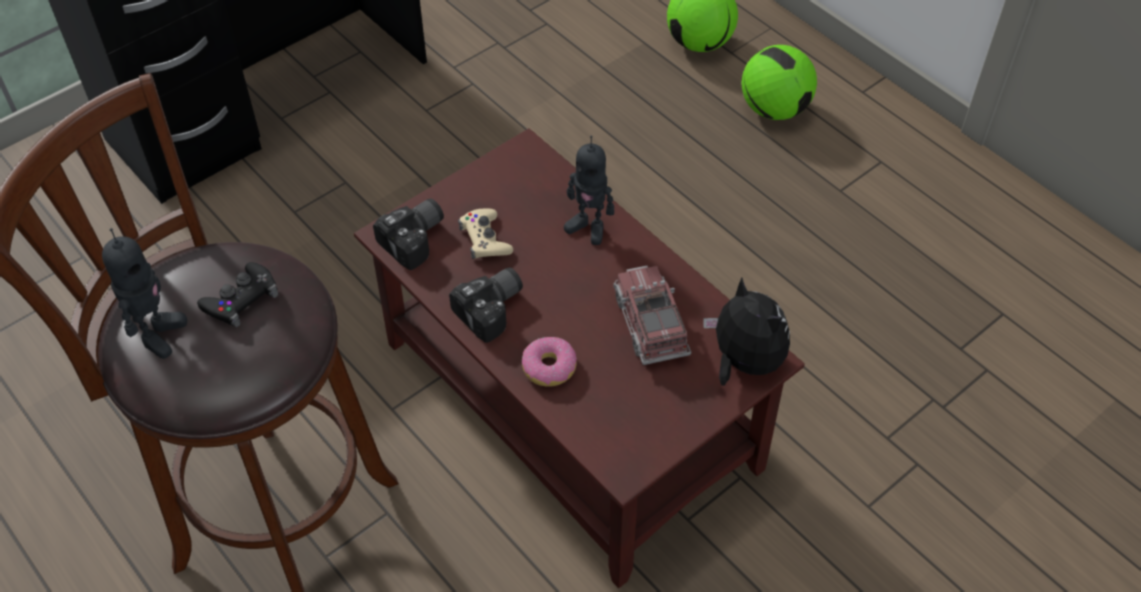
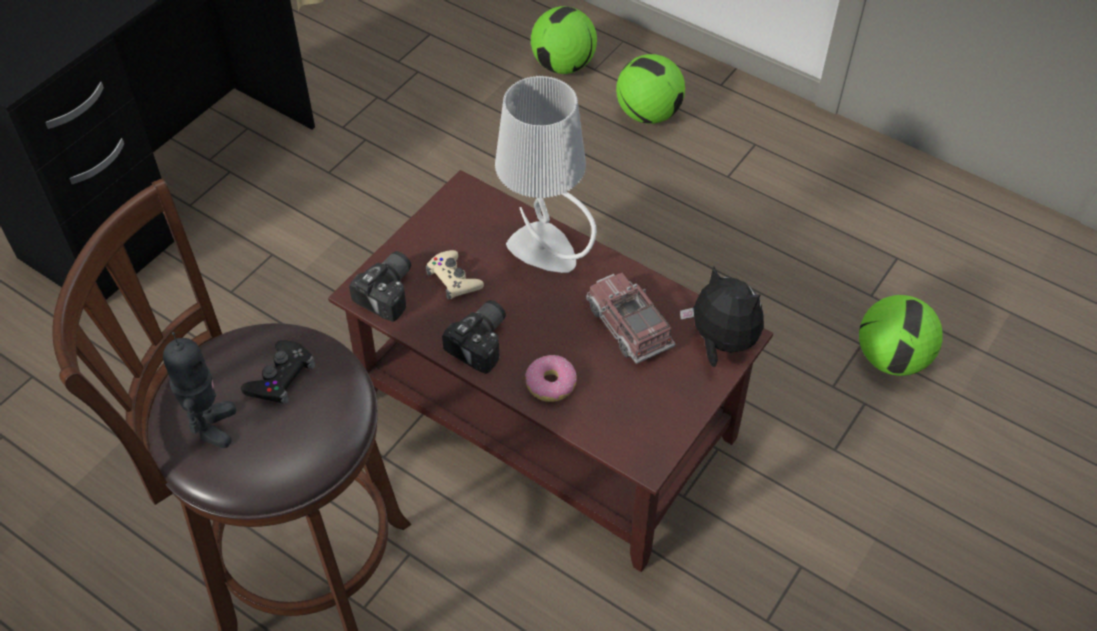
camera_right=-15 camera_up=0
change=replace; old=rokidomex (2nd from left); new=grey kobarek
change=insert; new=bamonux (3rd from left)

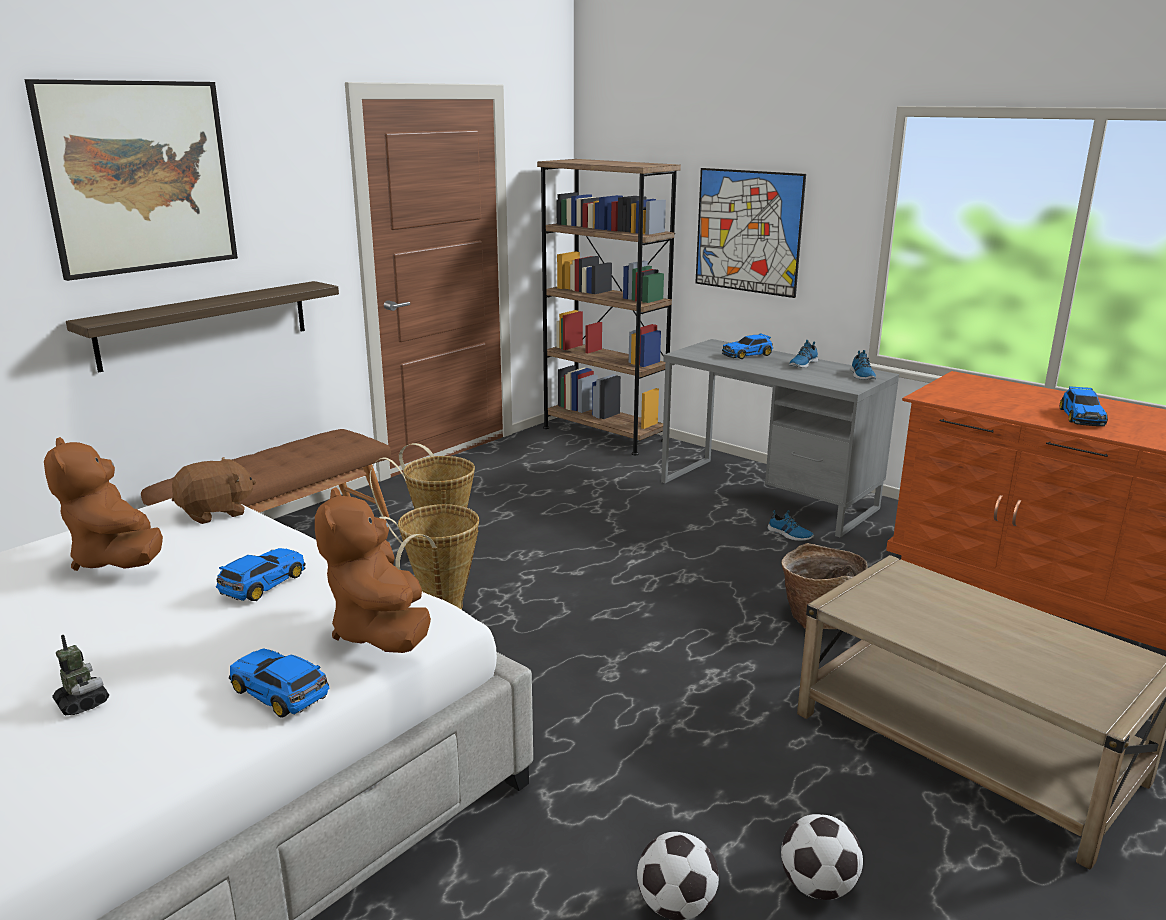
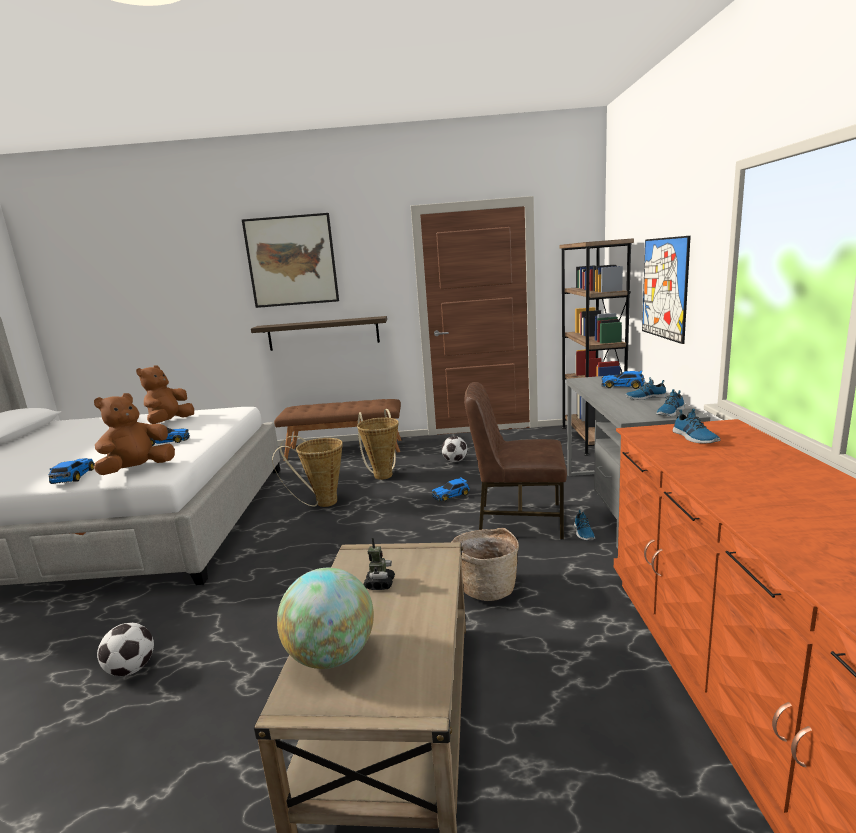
camera_right=50 camera_up=-5
change=move; old=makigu (4th from left in the first image); new=makigu (3rd from left)
change=delete; old=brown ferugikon (2nd from left)
change=move; old=rokidomex
change=move; old=bamonux (2nd from left)
change=insert; new=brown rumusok
change=insert; new=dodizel (4th from left)
change=insert; new=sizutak

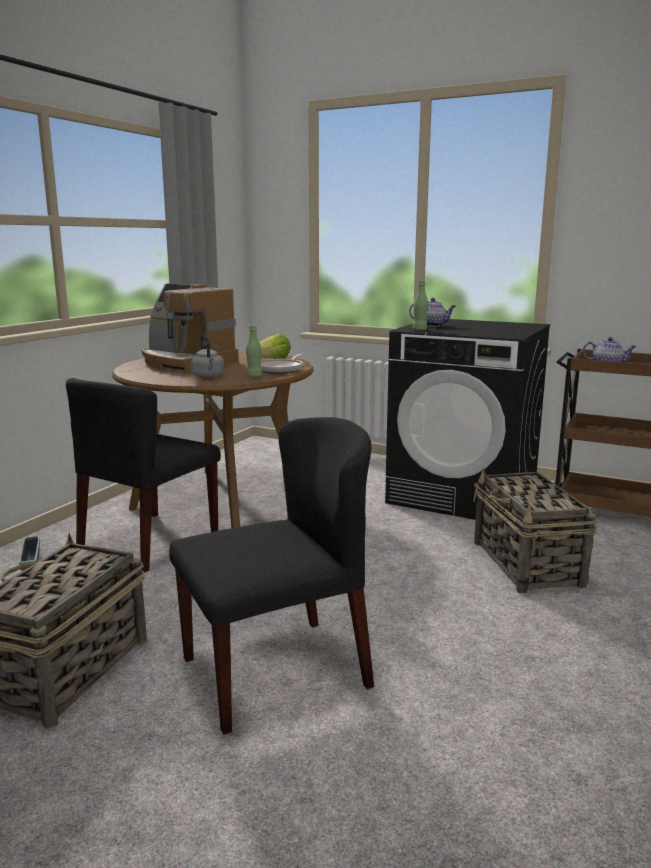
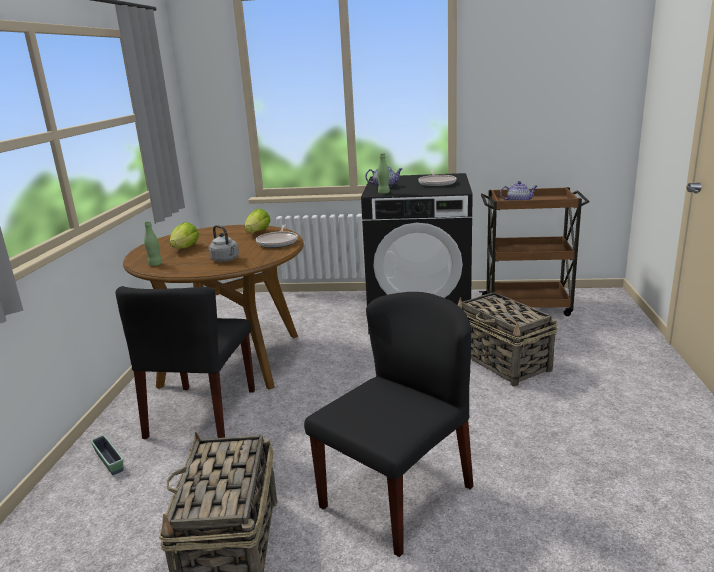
camera_right=-20 camera_up=5
change=replace; old=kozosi; new=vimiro (1st from left)
change=move; old=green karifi (1st from left)
change=insert; new=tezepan (2nd from left)

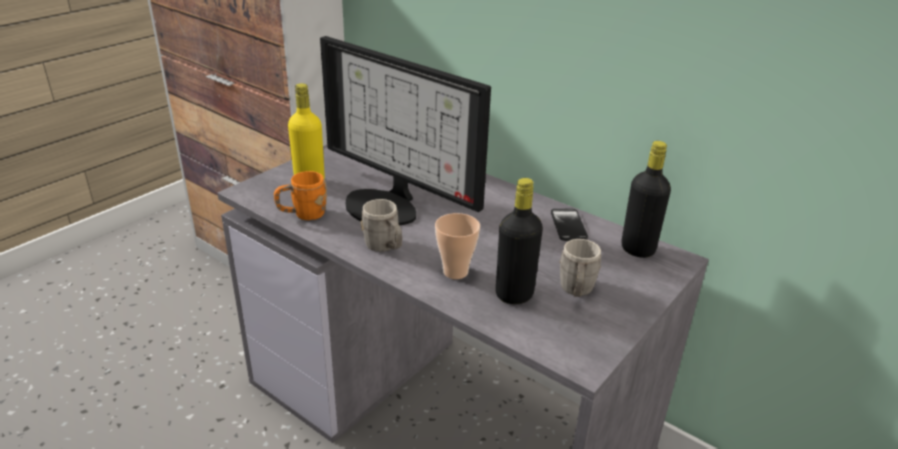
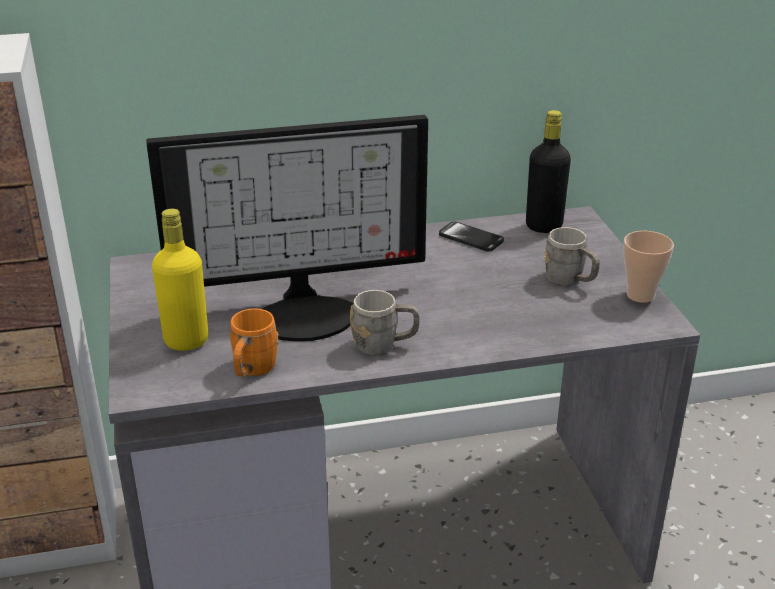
camera_right=-50 camera_up=0
change=delete; old=black karifi (1st from left)
change=move; old=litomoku

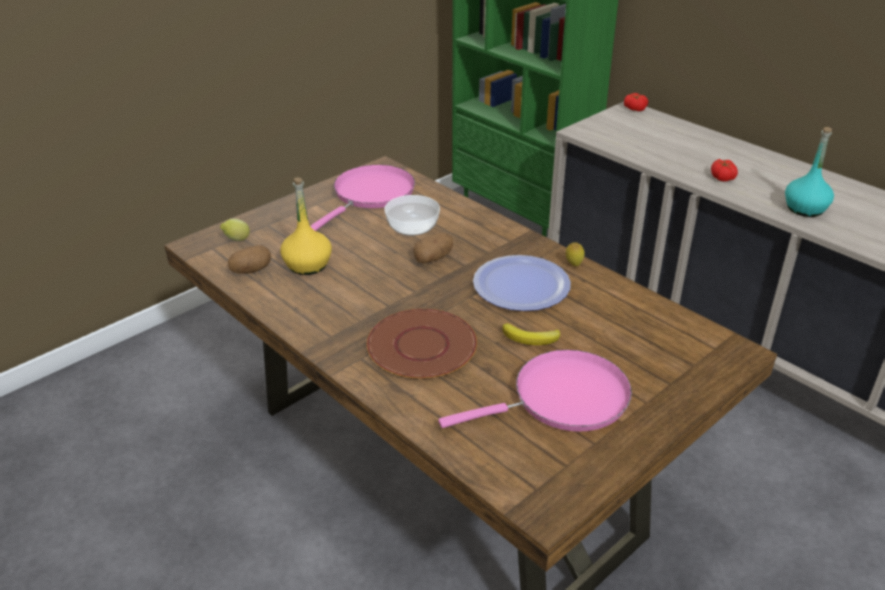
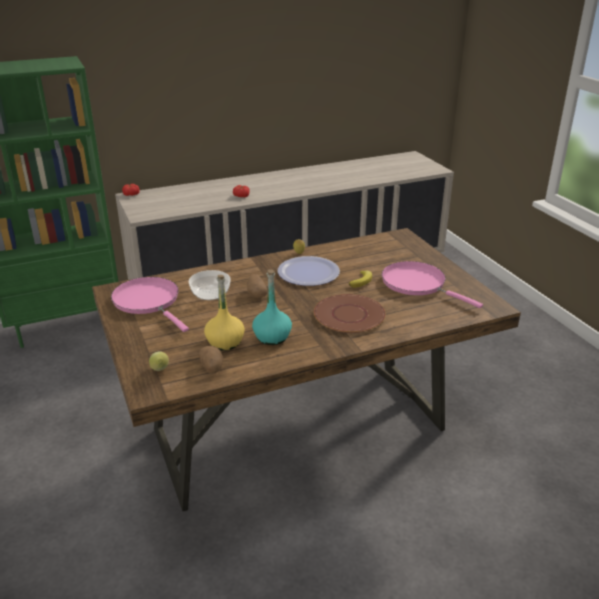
camera_right=-70 camera_up=-5
change=move; old=turquoise karifi
change=rotate; old=pink tezepan (2nd from left); degrees=-45

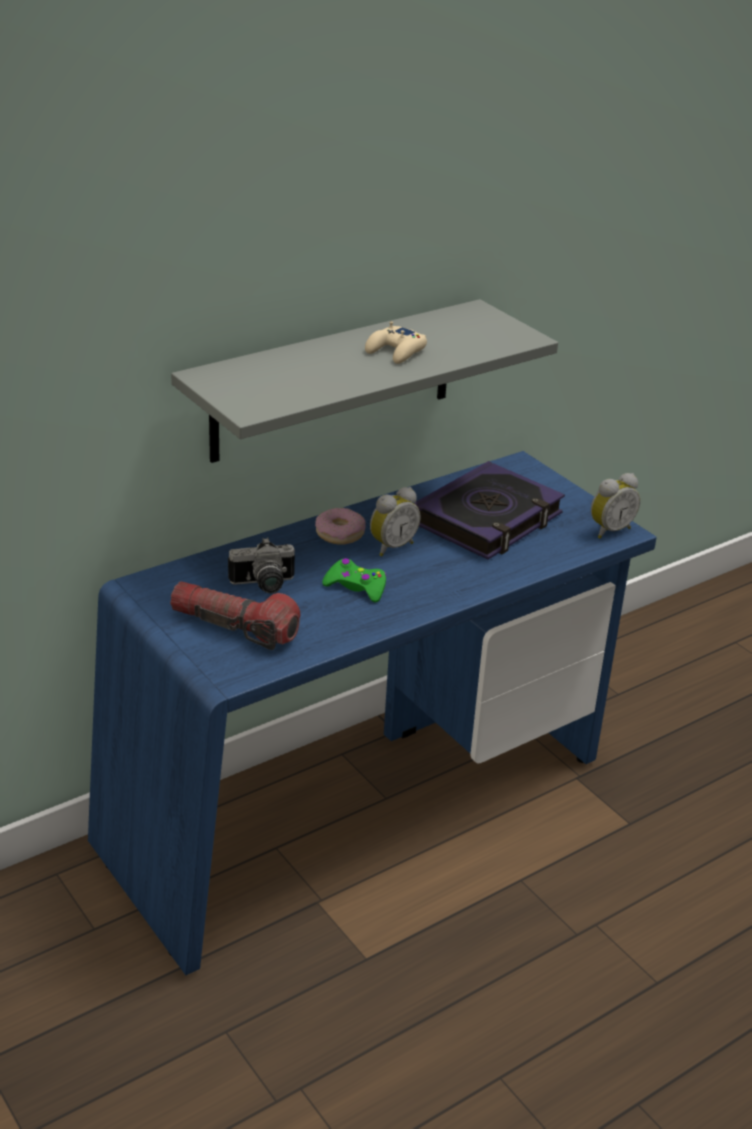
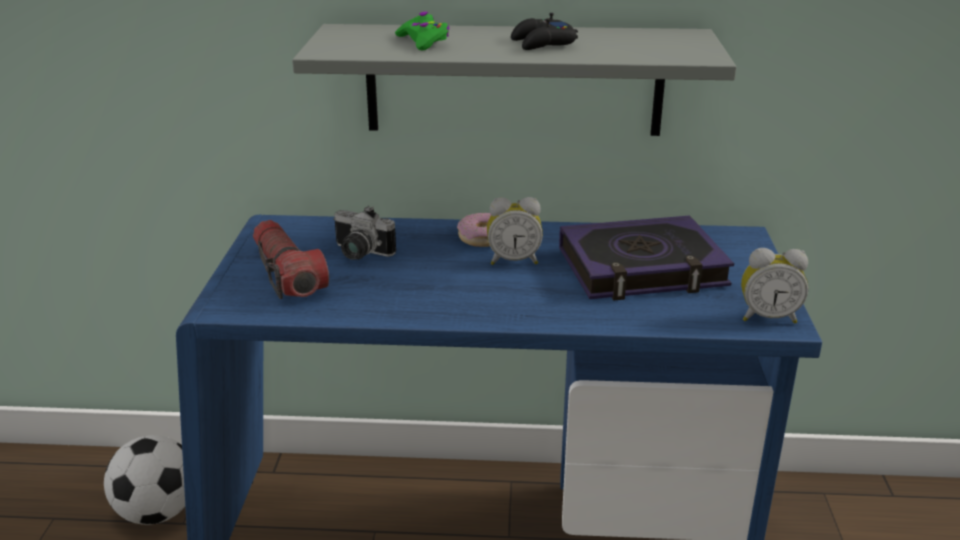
camera_right=40 camera_up=-5
change=recolor; old=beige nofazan; new=black nofazan
change=move; old=green nofazan
change=insert; new=bamonux

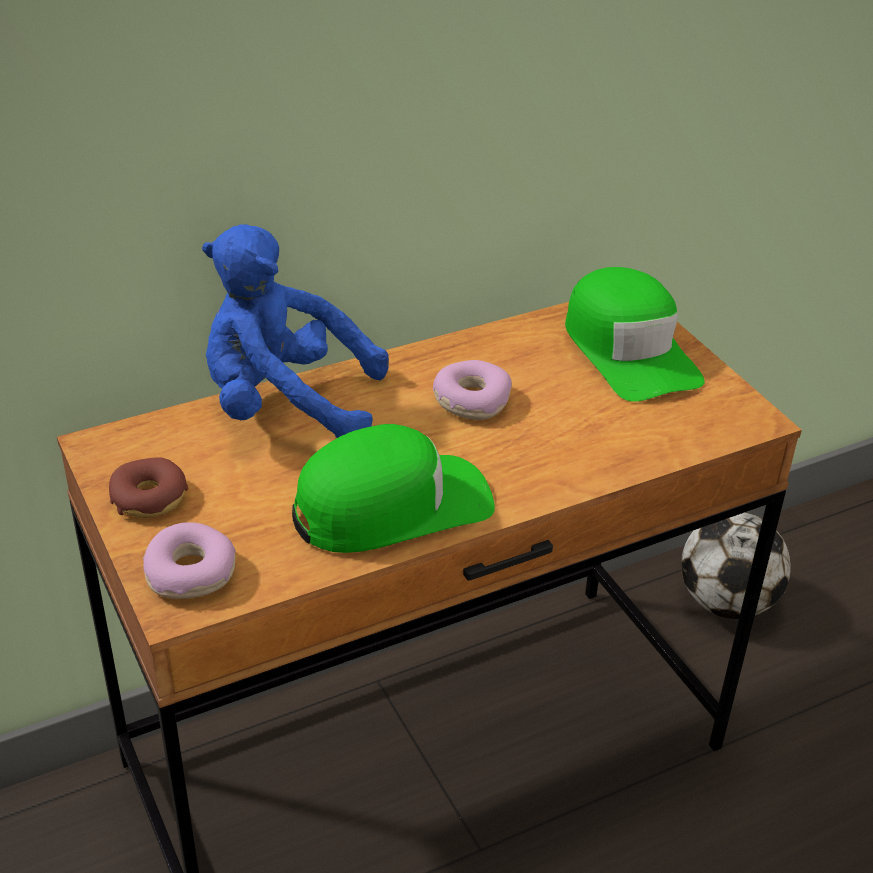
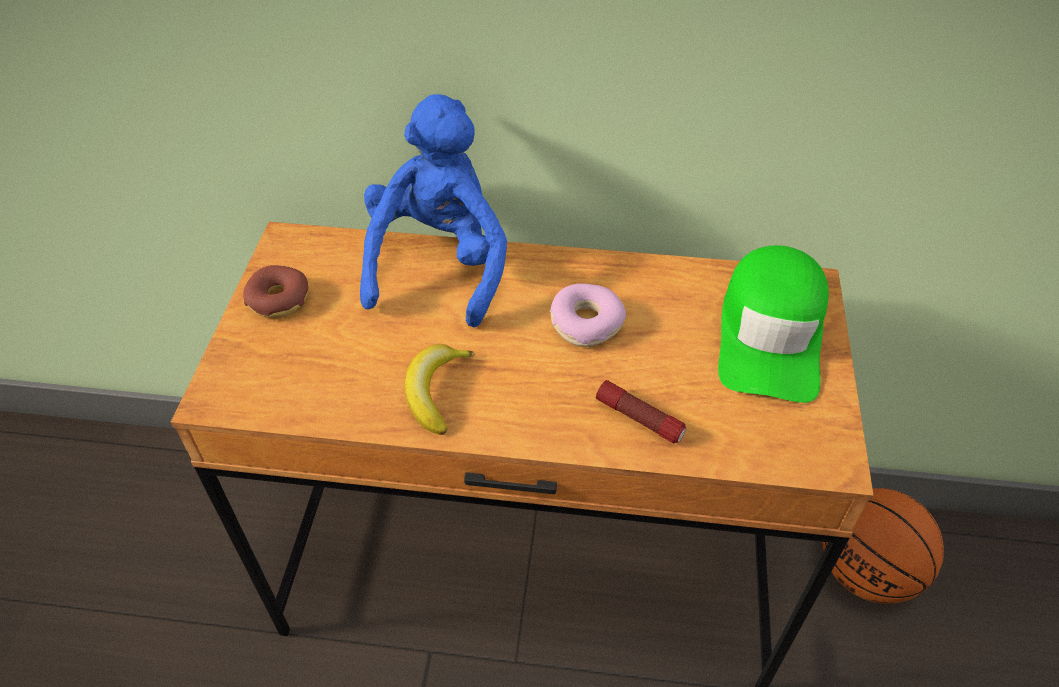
camera_right=35 camera_up=10
change=rotate; old=blue ferugikon; degrees=60
change=replace; old=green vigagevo (1st from left); new=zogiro
change=replace; old=bamonux; new=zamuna
change=delete; old=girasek (2nd from left)
change=insert; new=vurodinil

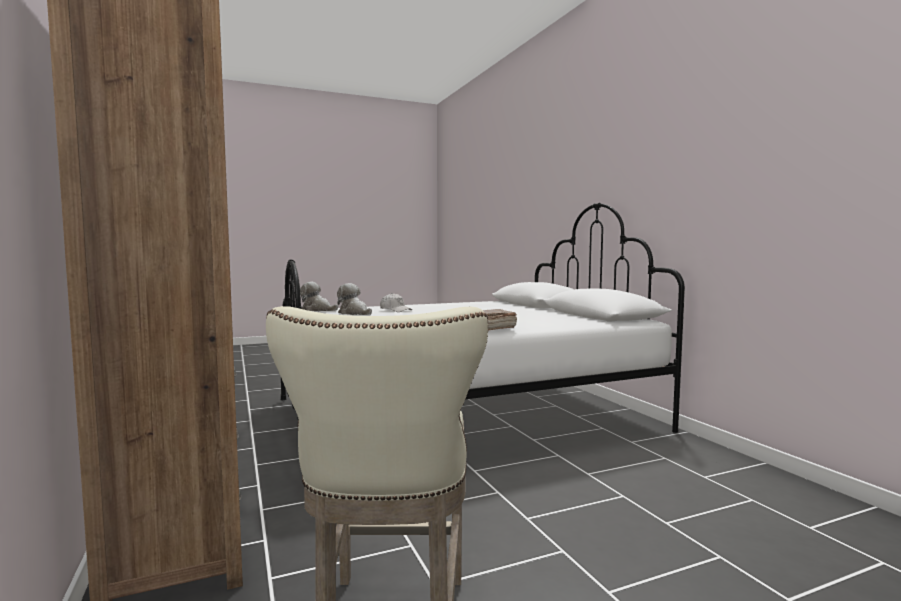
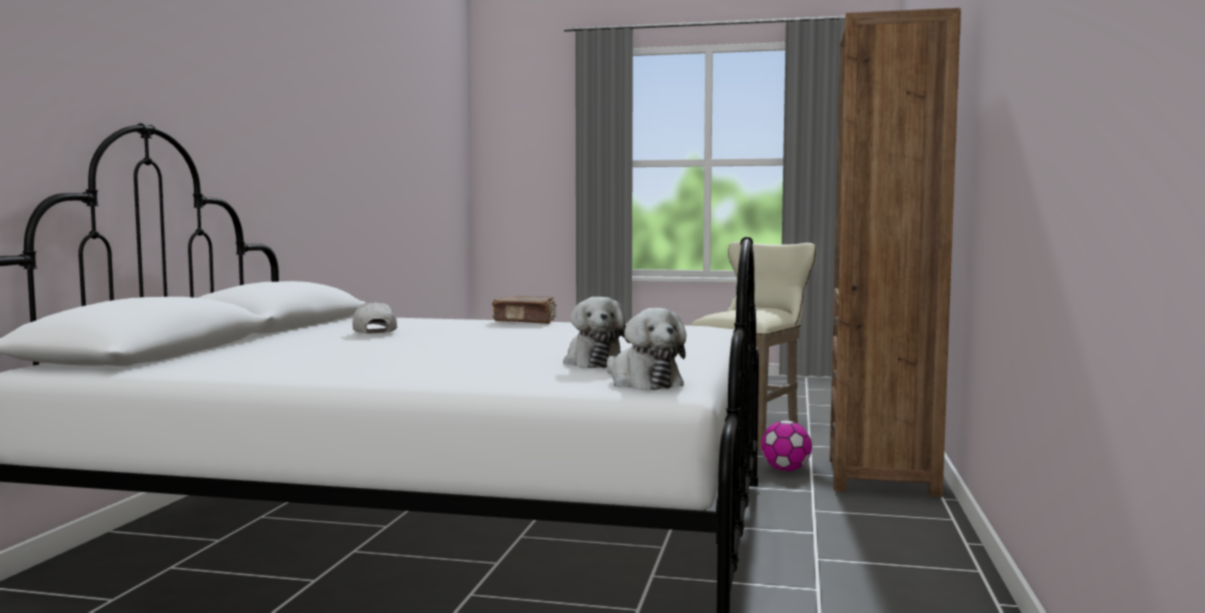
camera_right=-145 camera_up=0
change=move; old=white vigagevo
change=insert; new=bamonux

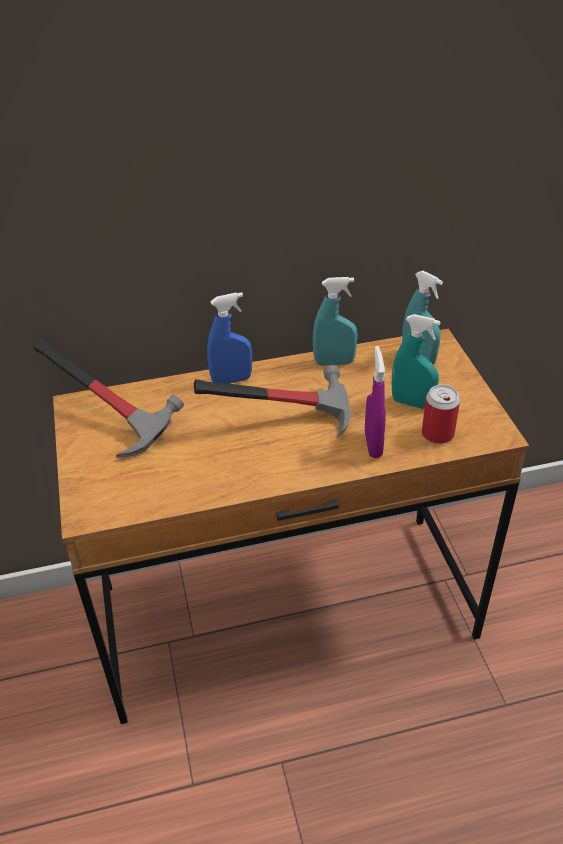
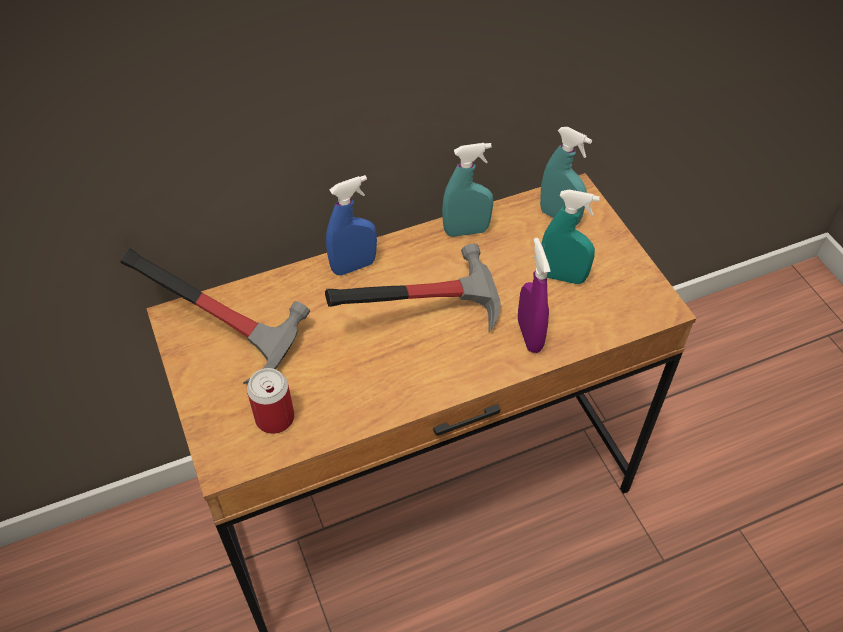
camera_right=-10 camera_up=10
change=move; old=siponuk

